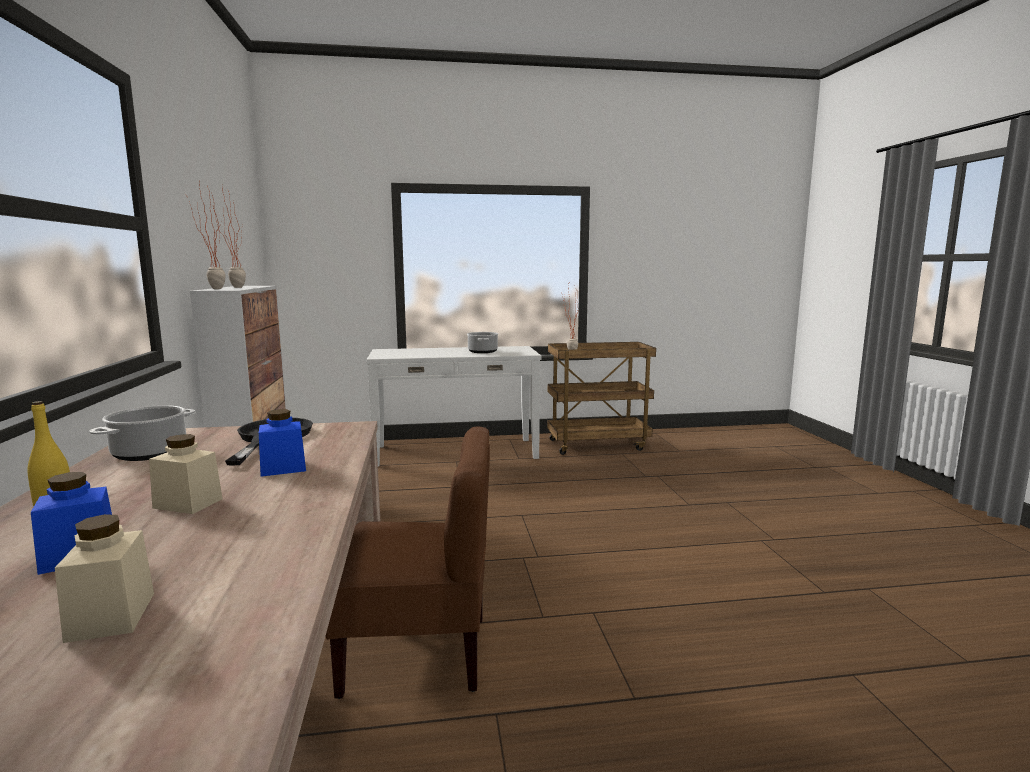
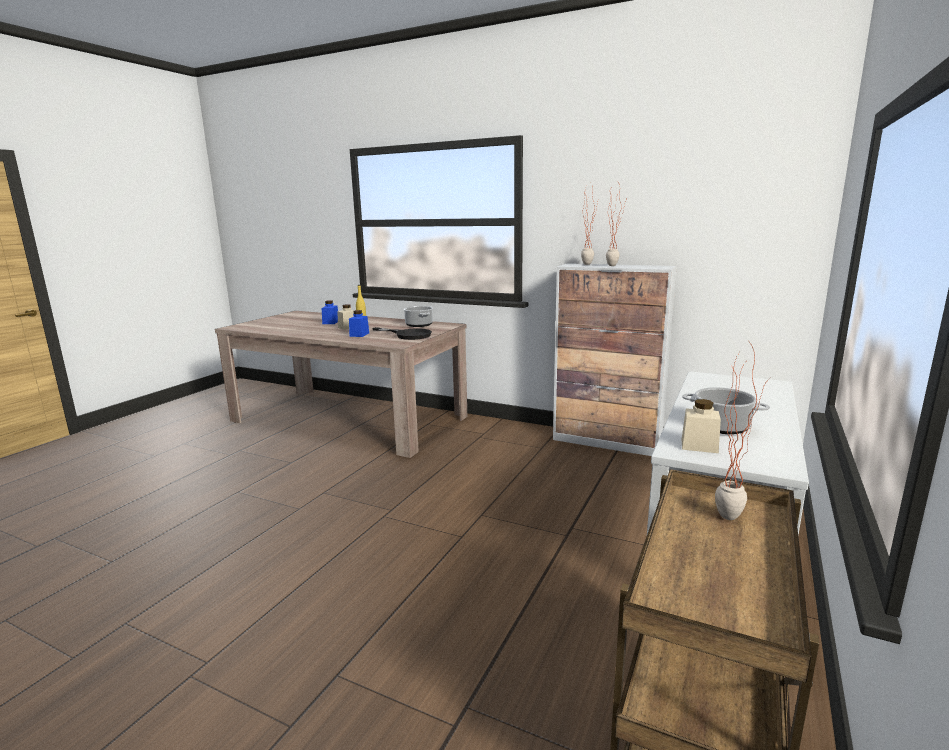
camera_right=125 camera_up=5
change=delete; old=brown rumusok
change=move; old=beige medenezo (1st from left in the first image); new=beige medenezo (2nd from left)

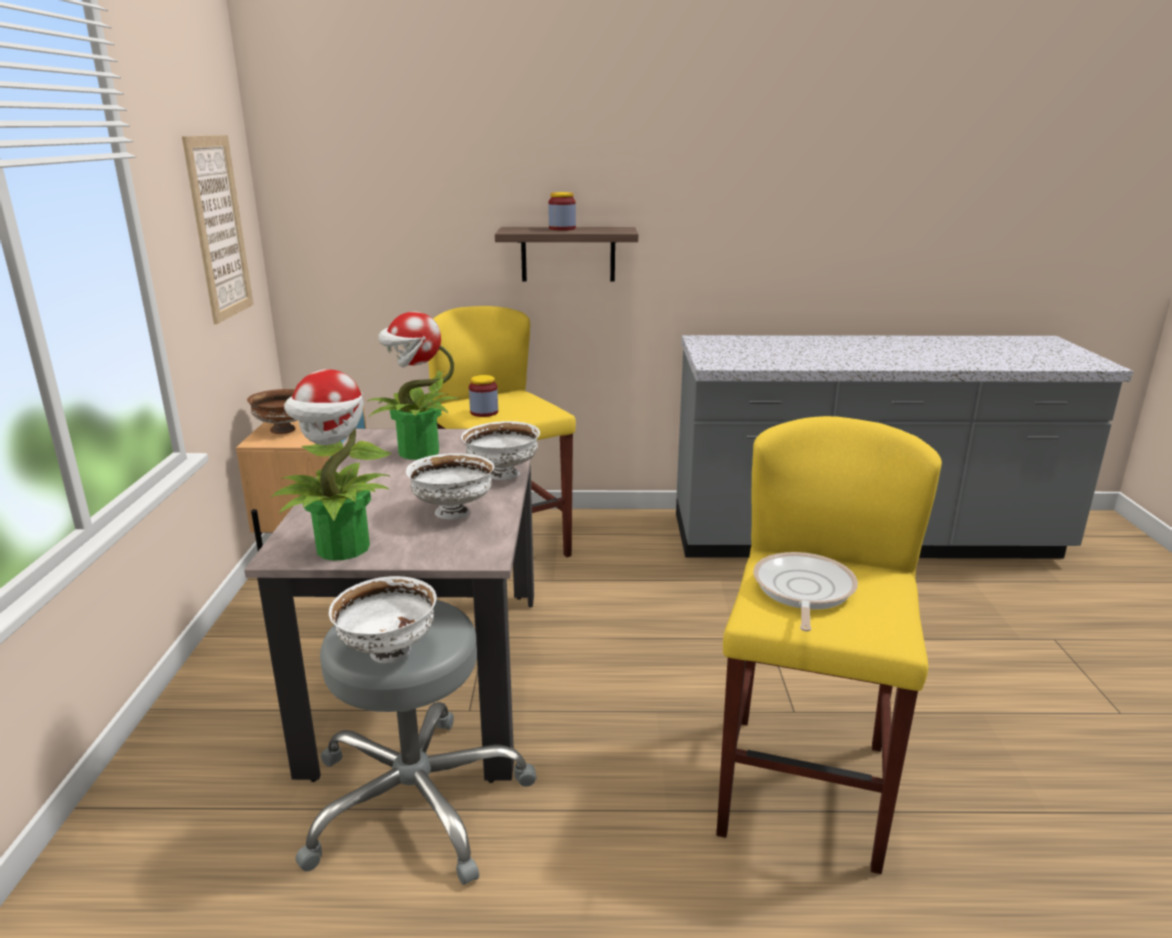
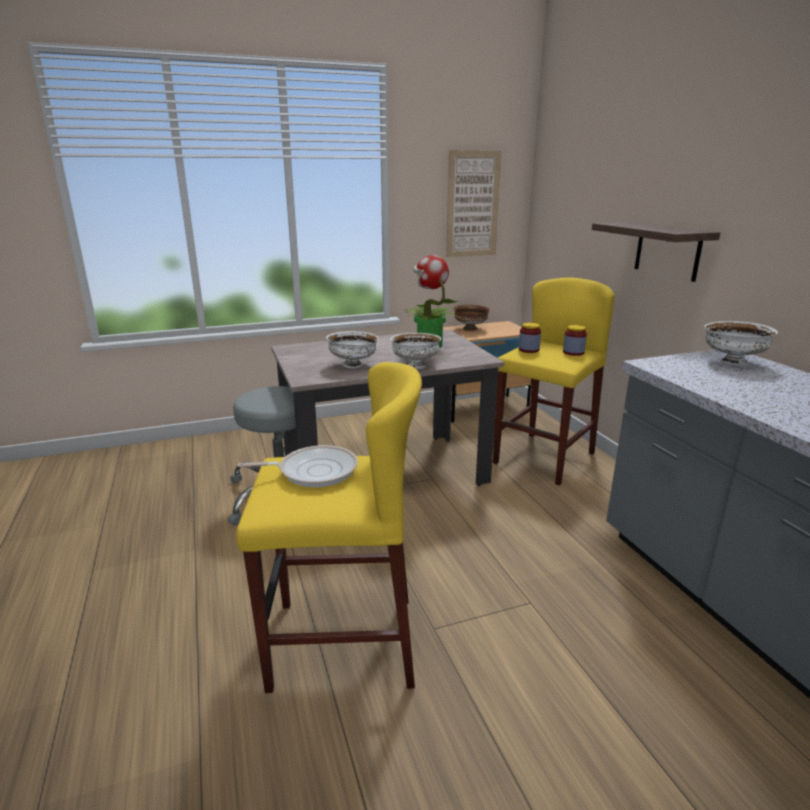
camera_right=70 camera_up=0
change=move; old=medenezo (2nd from left)
change=delete; old=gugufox (1st from left)
change=move; old=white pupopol (1st from left in the first image); new=white pupopol (3rd from left)

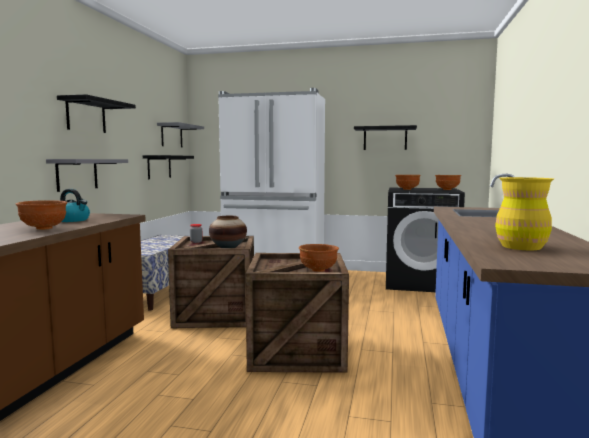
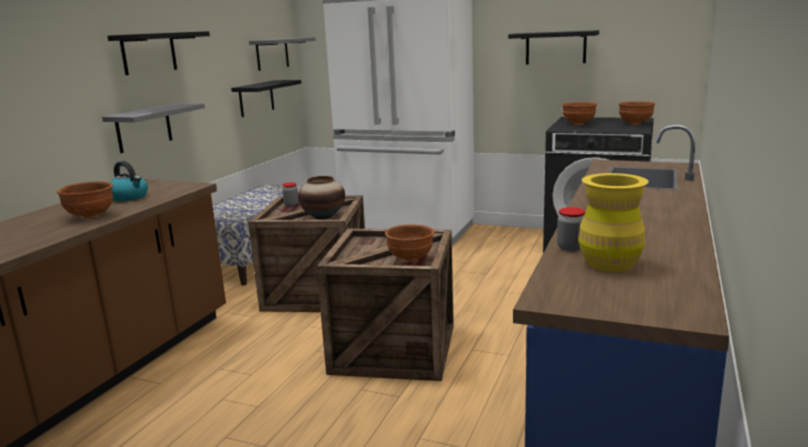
camera_right=10 camera_up=10
change=insert; new=medenezo (2nd from left)

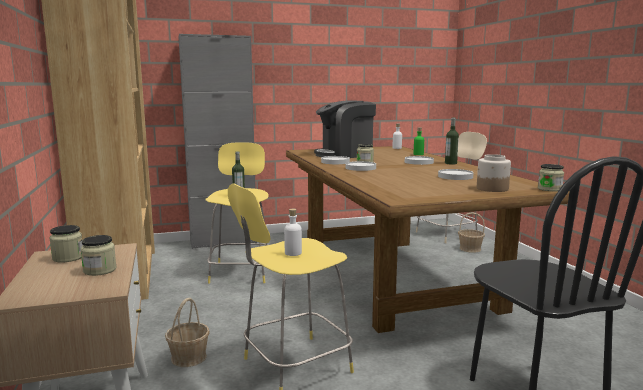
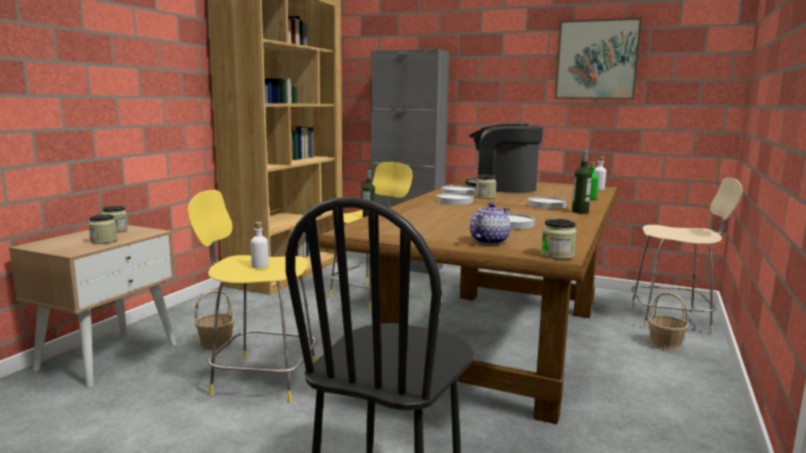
camera_right=40 camera_up=0
change=replace; old=medenezo (4th from left); new=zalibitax
change=insert; new=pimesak

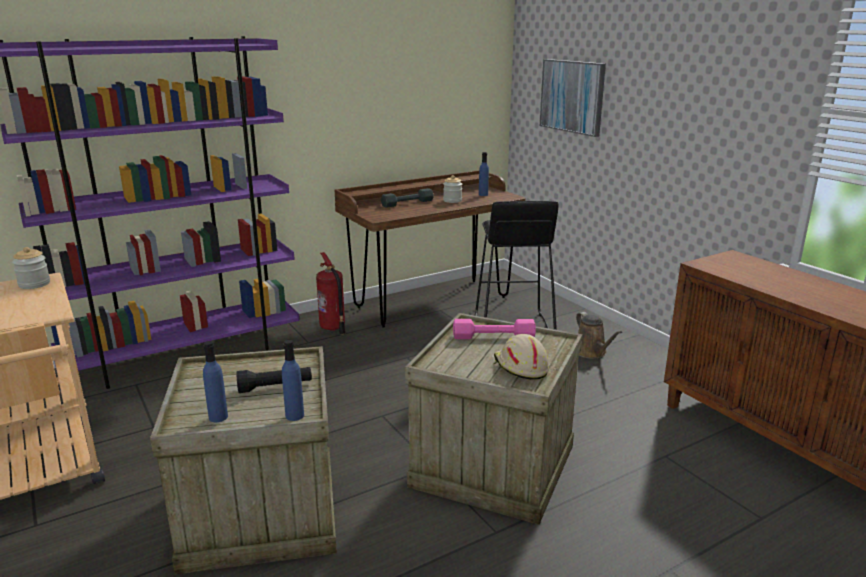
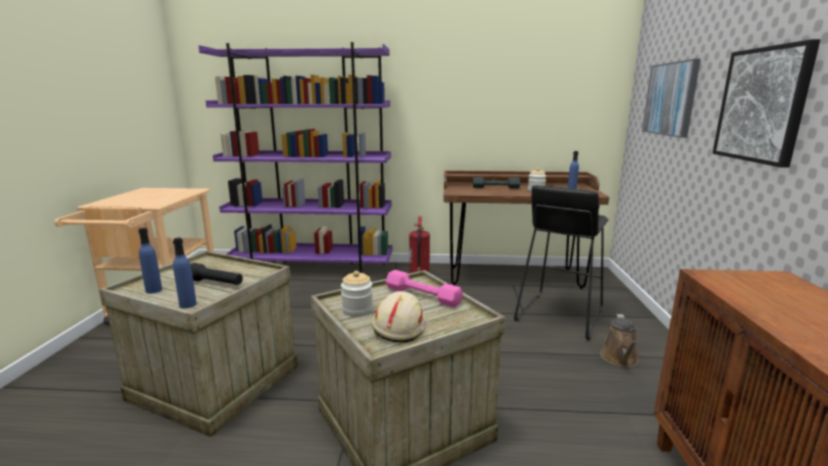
camera_right=35 camera_up=-5
change=move; old=medenezo (1st from left)
change=insert; new=pimesak (2nd from left)

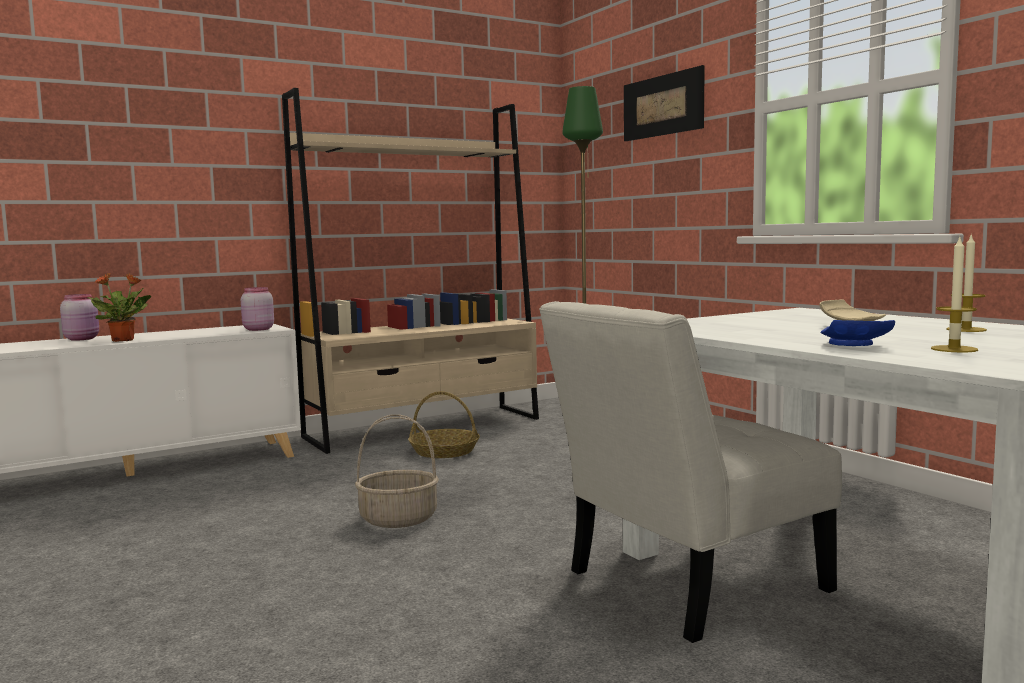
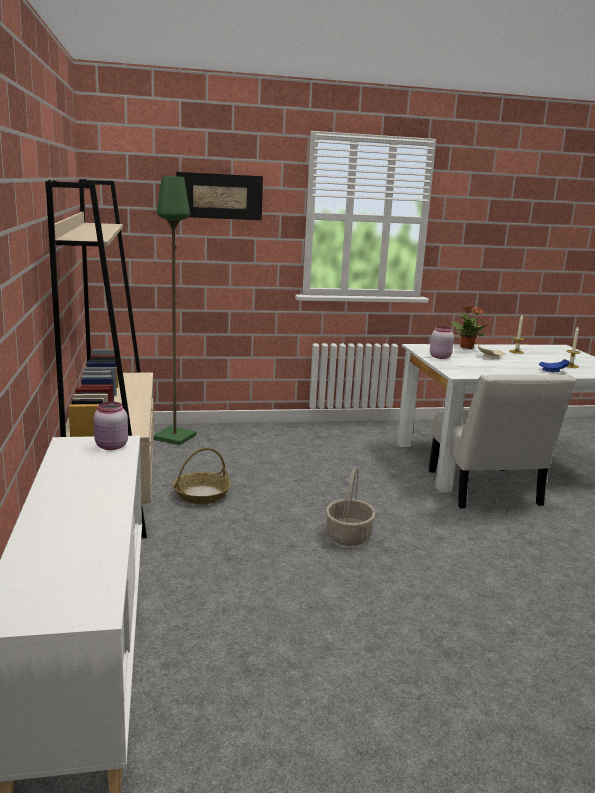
camera_right=-70 camera_up=10
change=move; old=gugufox
change=move; old=pink medenezo (1st from left in the first image); new=pink medenezo (2nd from left)

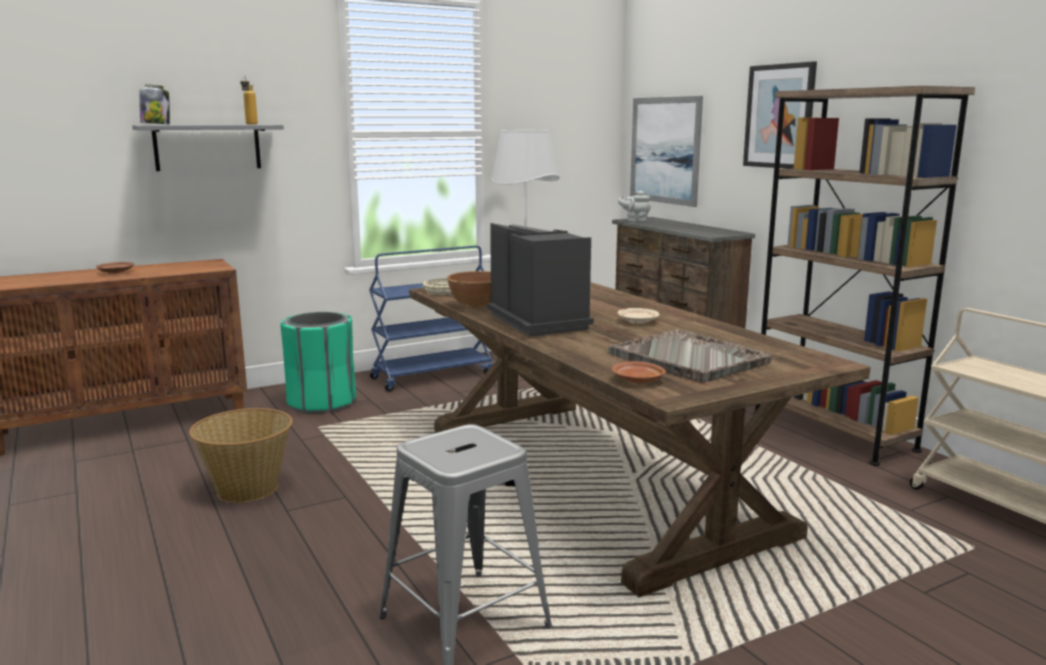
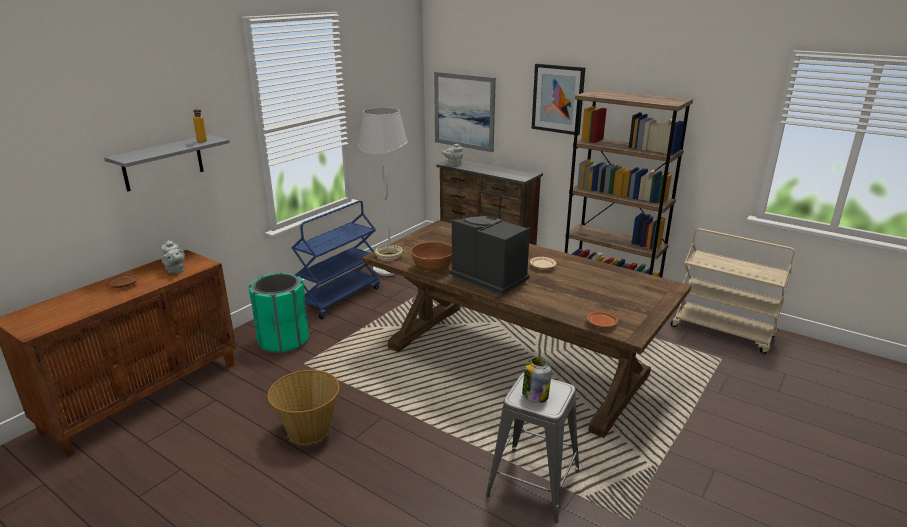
camera_right=-25 camera_up=10
change=move; old=medenezo
change=delete; old=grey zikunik
change=insert; new=grey zalibitax (1st from left)

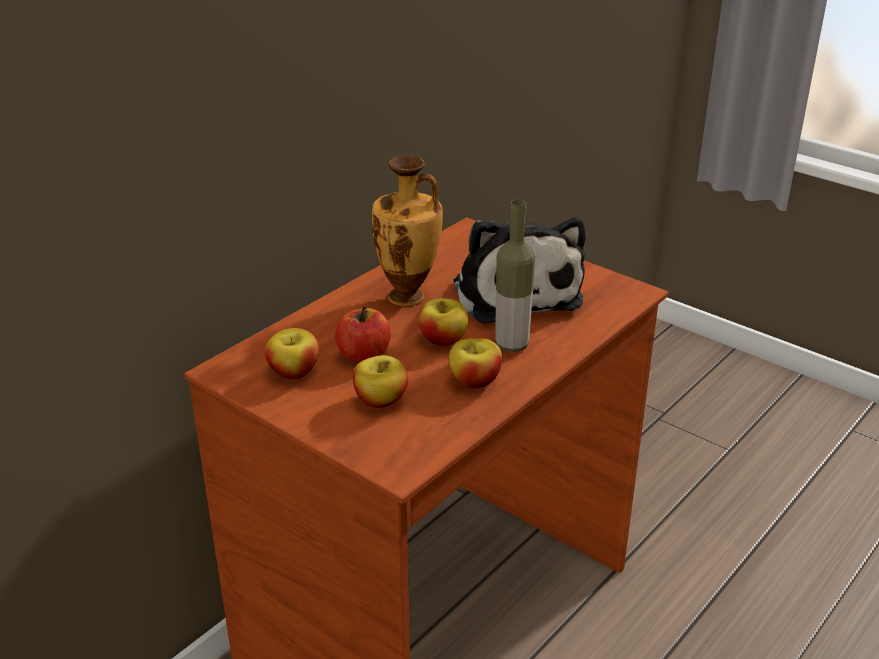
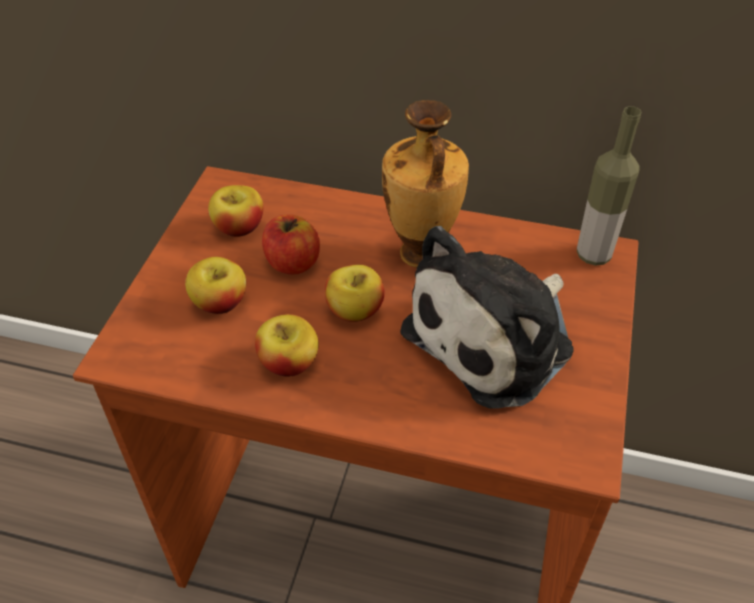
camera_right=65 camera_up=15
change=move; old=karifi

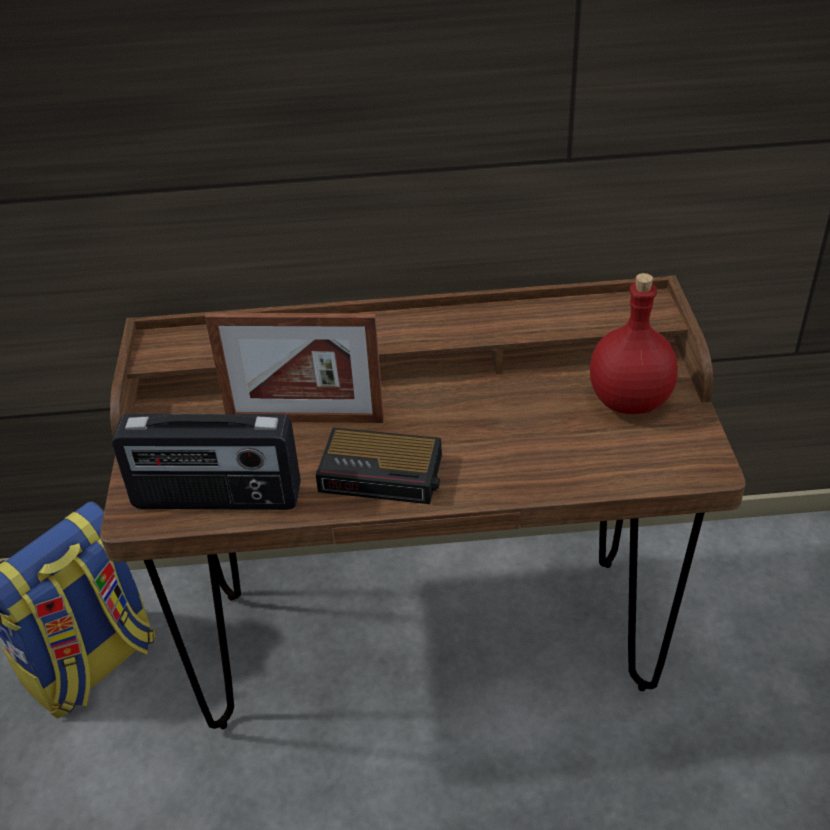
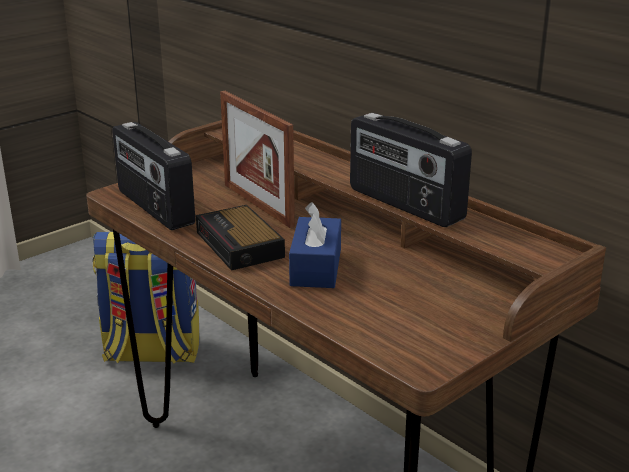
camera_right=50 camera_up=-15
change=delete; old=red karifi
change=insert; new=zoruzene (2nd from left)
change=insert; new=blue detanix

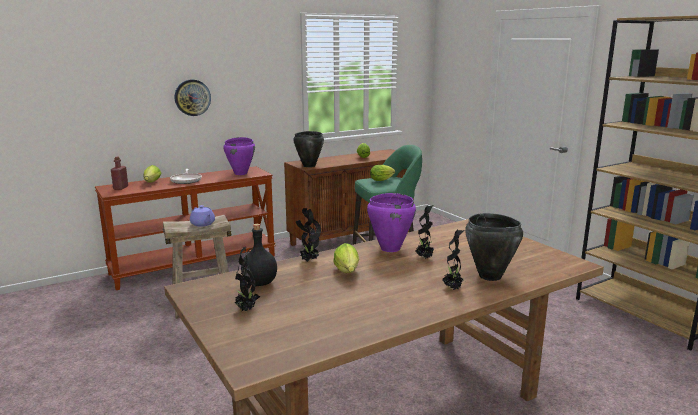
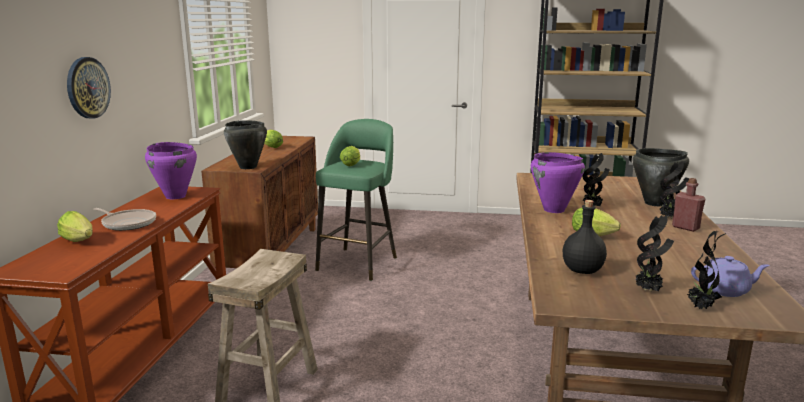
camera_right=-50 camera_up=0
change=move; old=red karifi
change=move; old=purple zalibitax
change=move; old=gugufox (2nd from left in the first image); new=gugufox (4th from left)

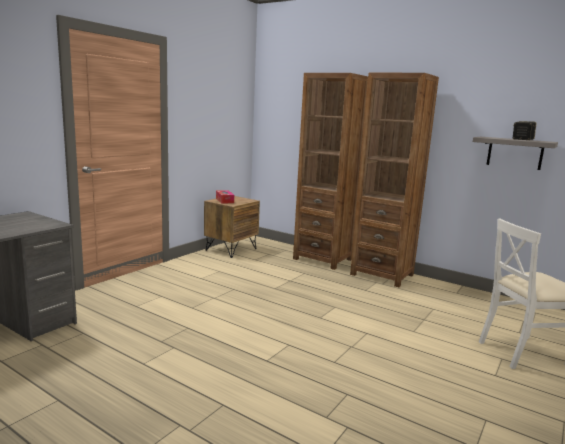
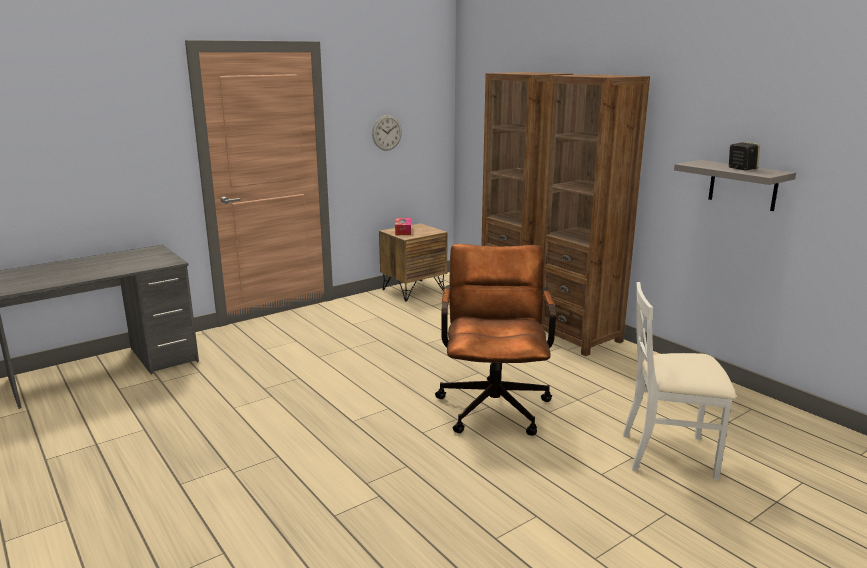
camera_right=20 camera_up=5
change=insert; new=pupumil
change=insert; new=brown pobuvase

